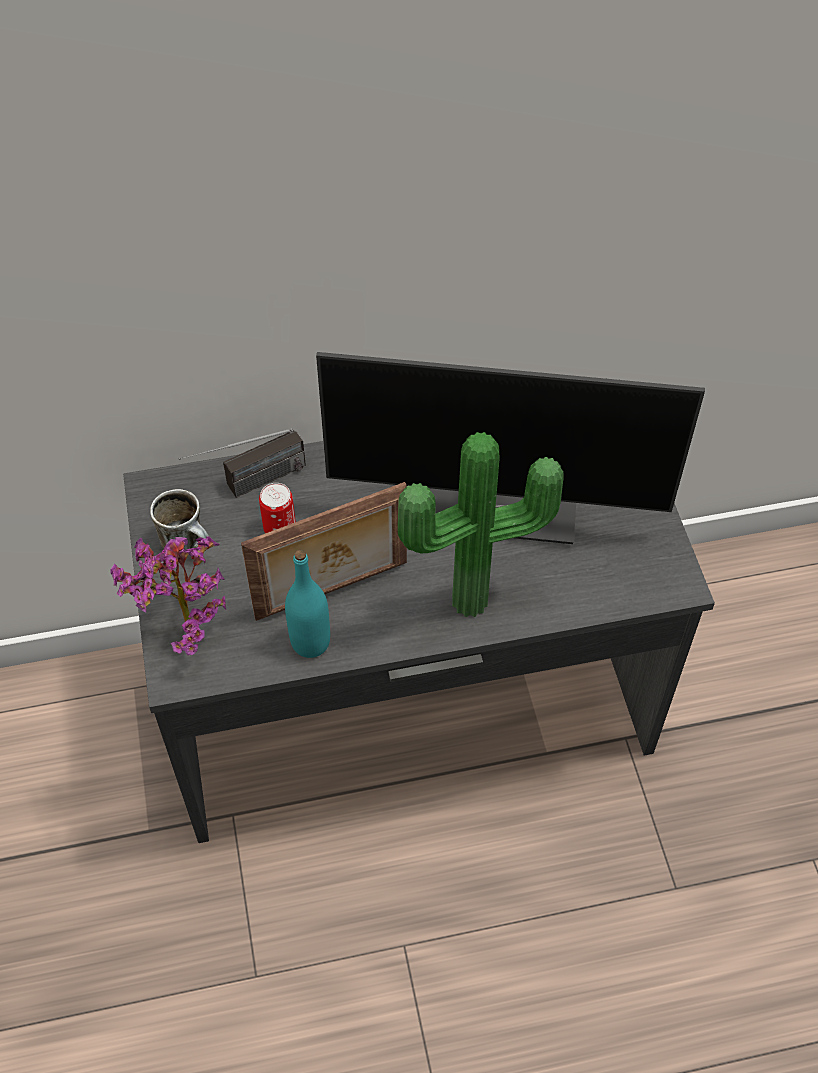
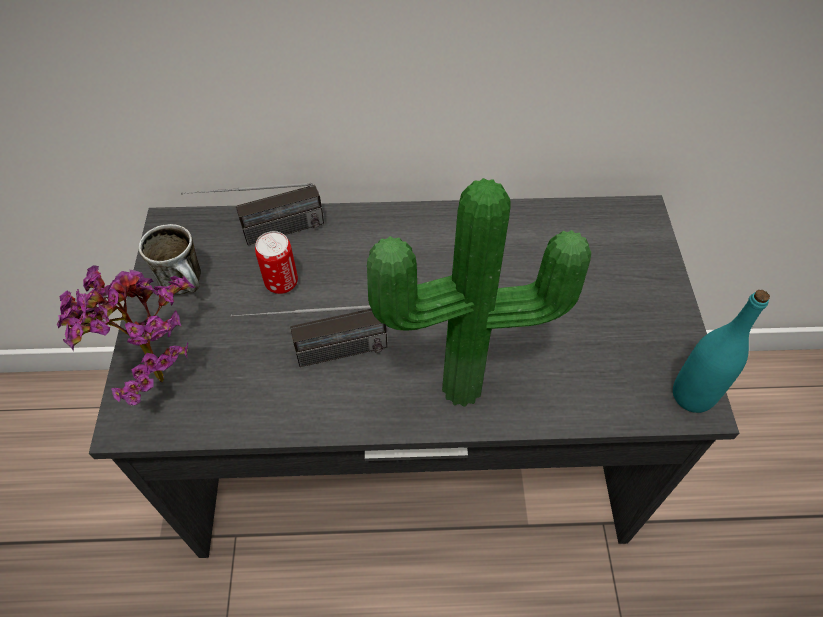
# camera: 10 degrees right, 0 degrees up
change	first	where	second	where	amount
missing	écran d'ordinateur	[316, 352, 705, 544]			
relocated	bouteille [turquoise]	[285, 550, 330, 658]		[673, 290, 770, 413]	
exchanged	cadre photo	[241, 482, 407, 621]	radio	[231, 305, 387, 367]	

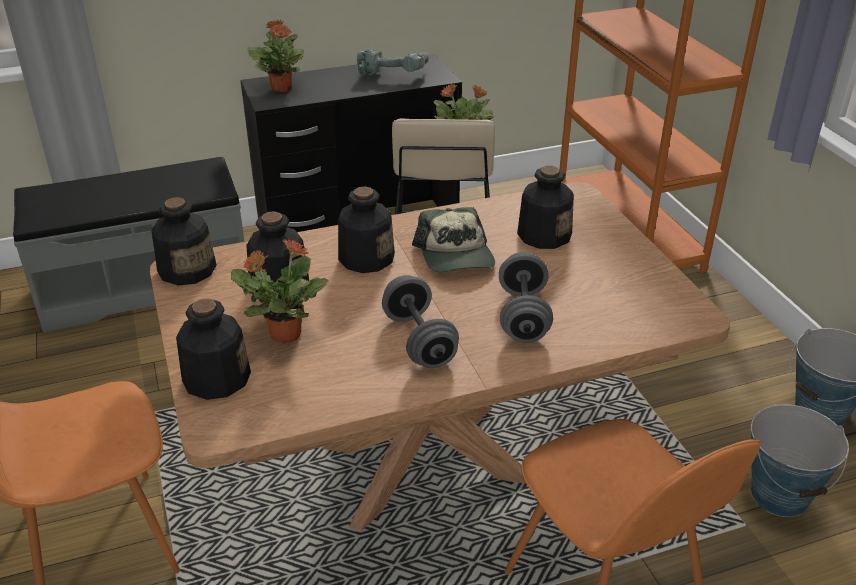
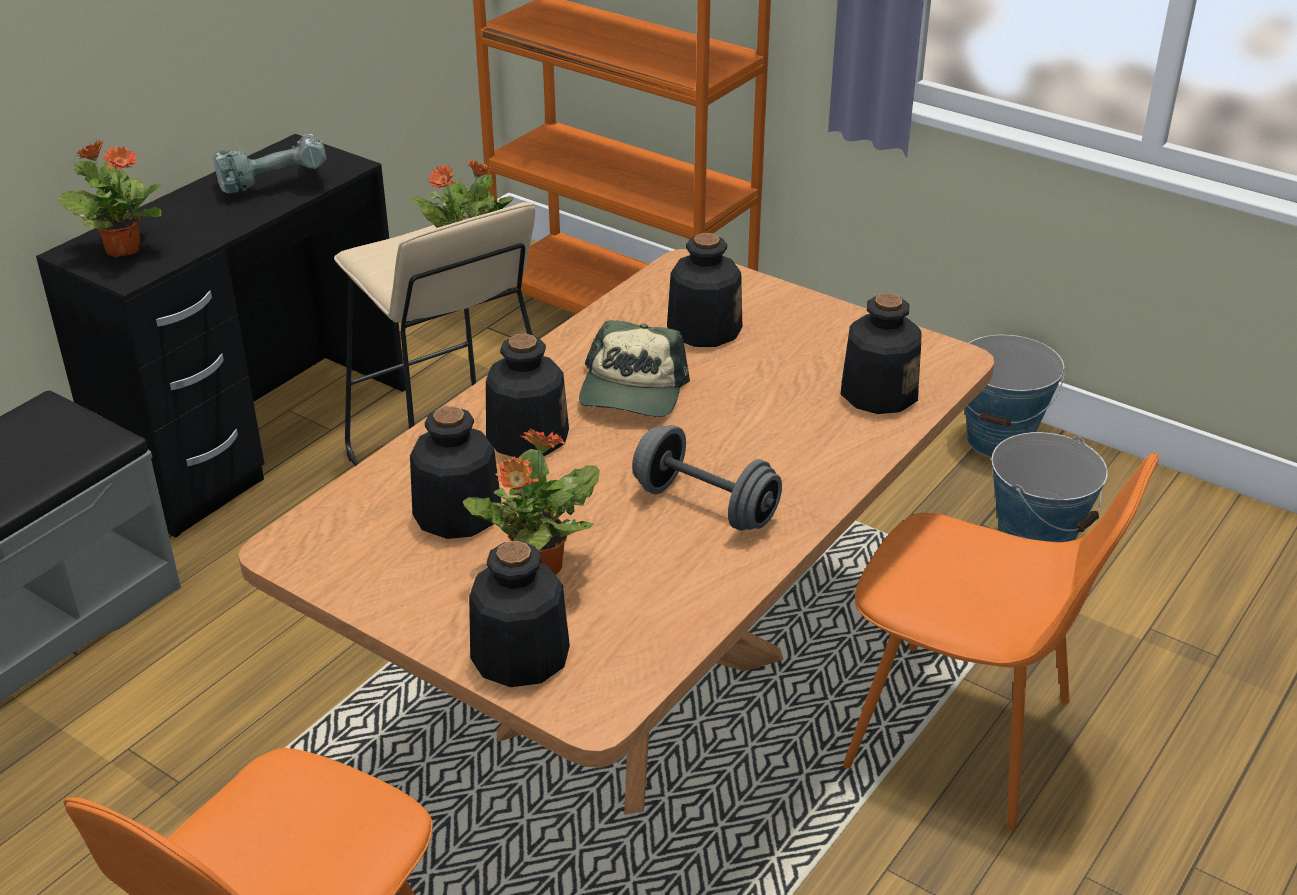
# camera: 35 degrees left, 0 degrees up
change	first	where	second	where	amount
missing	haltère [gris]	[499, 252, 553, 343]			
relocated	bouteille	[151, 197, 217, 286]		[841, 293, 921, 414]	
spun	casquette	[412, 207, 495, 272]		[579, 320, 690, 417]	60 degrees clockwise

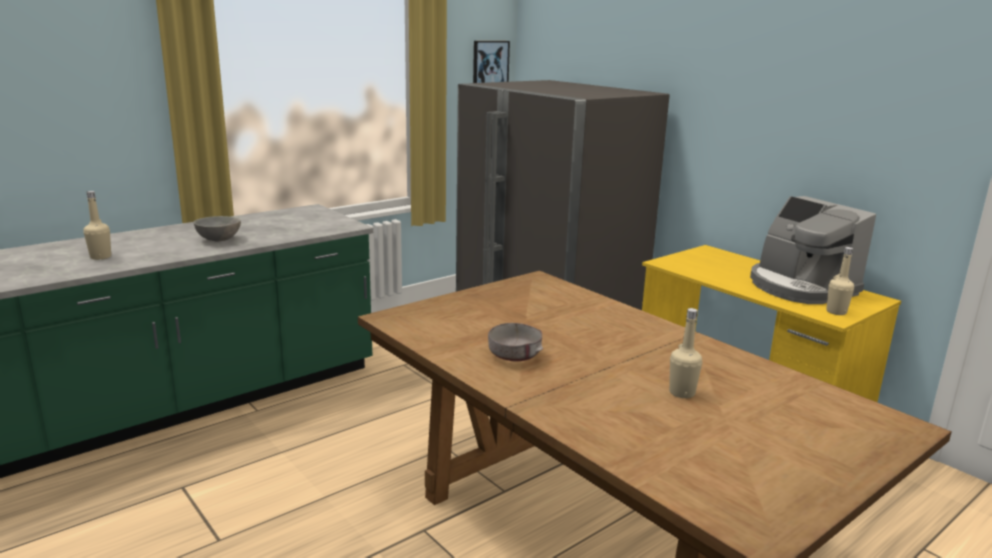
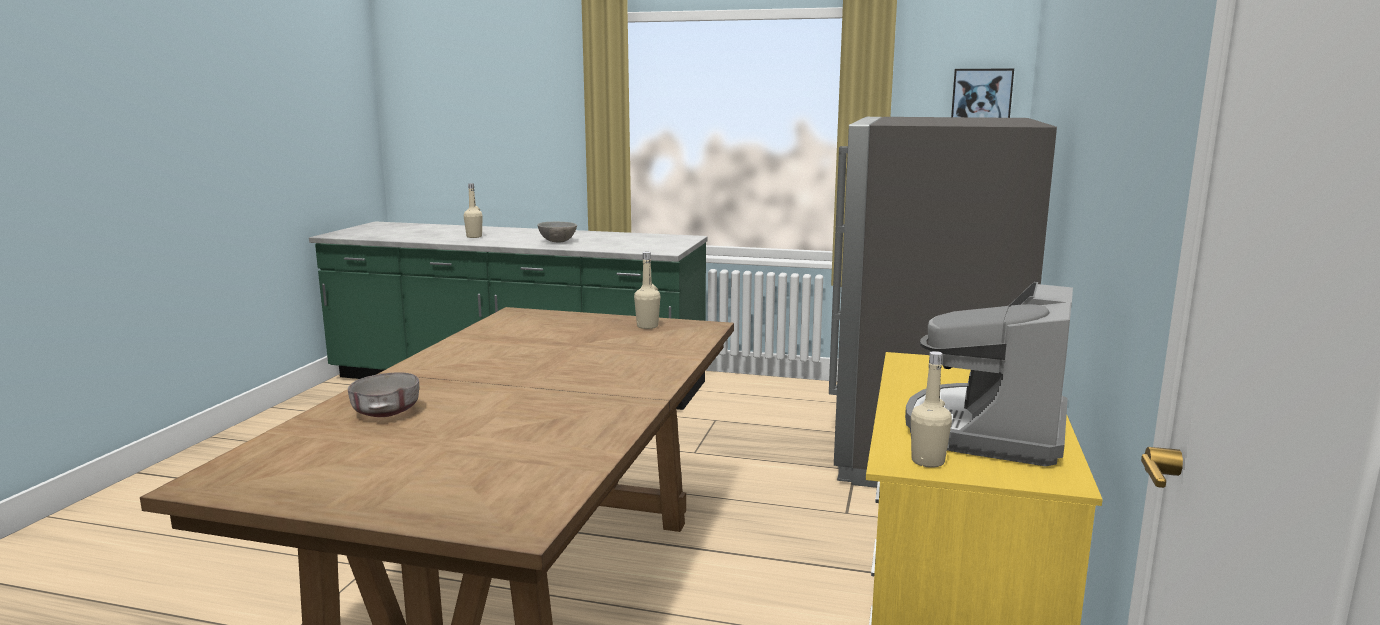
# camera: 55 degrees right, 5 degrees down
change	first	where	second	where	amount
relocated	bol [gris]	[488, 323, 543, 362]		[348, 373, 419, 417]	
relocated	bouteille [beige]	[669, 308, 702, 398]		[634, 252, 660, 329]	

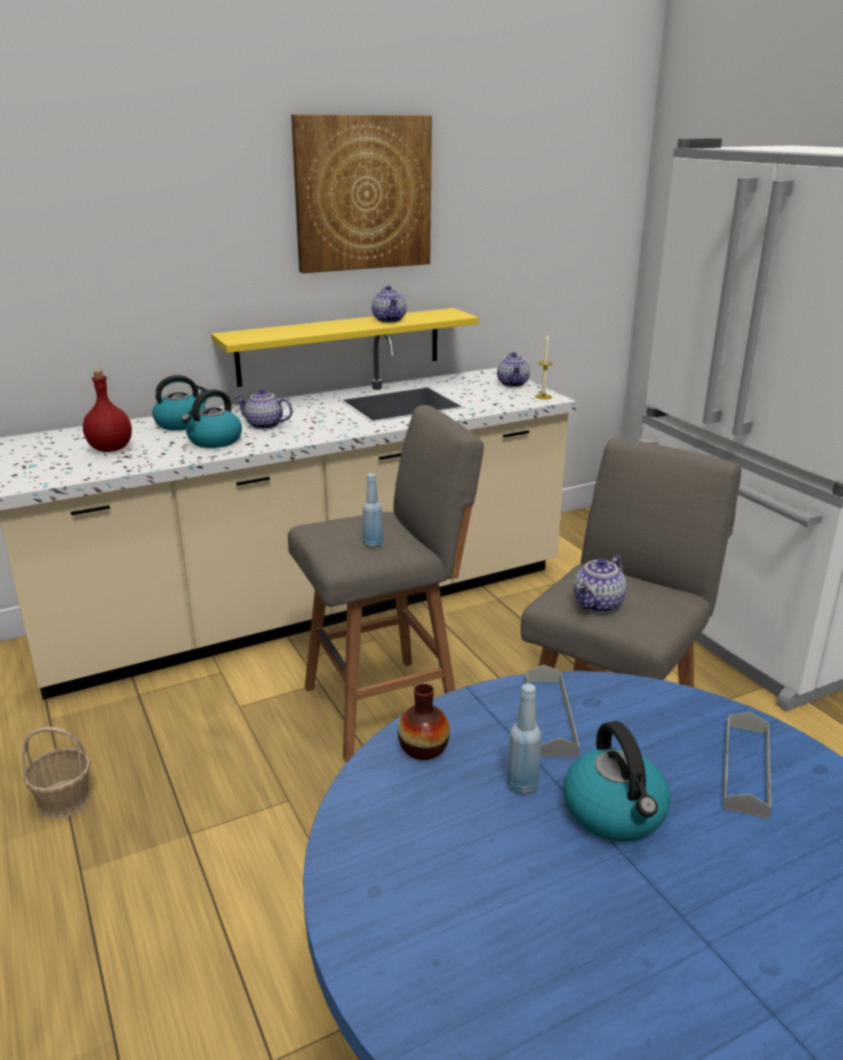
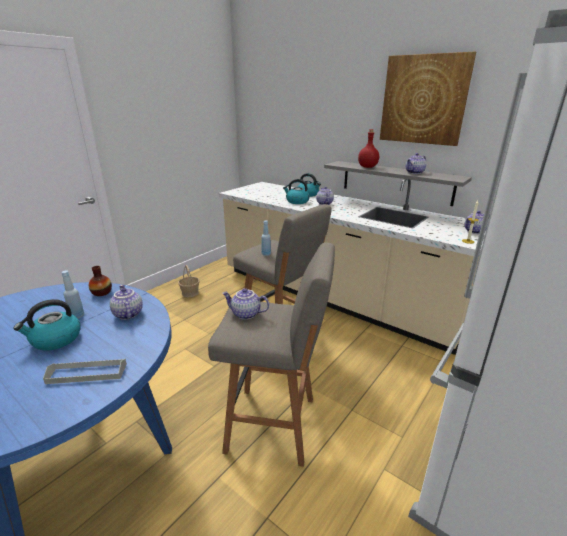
# camera: 65 degrees right, 0 degrees up
change	first	where	second	where	amount
relocated	bouteille [rouge]	[83, 370, 132, 452]		[358, 129, 379, 168]	
exchanged	plateau [gris]	[525, 665, 580, 757]	théière	[110, 285, 143, 320]	
colour	étagère [jaune]	[211, 308, 479, 387]	étagère [gris]	[324, 161, 472, 206]	

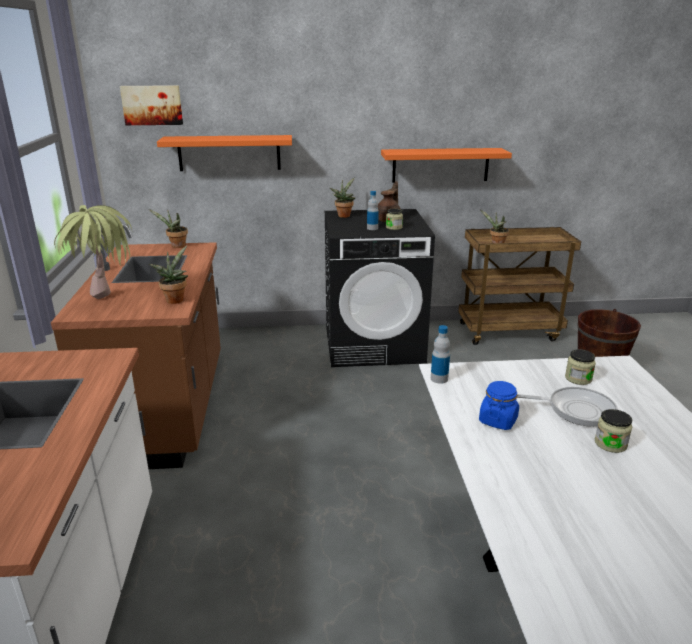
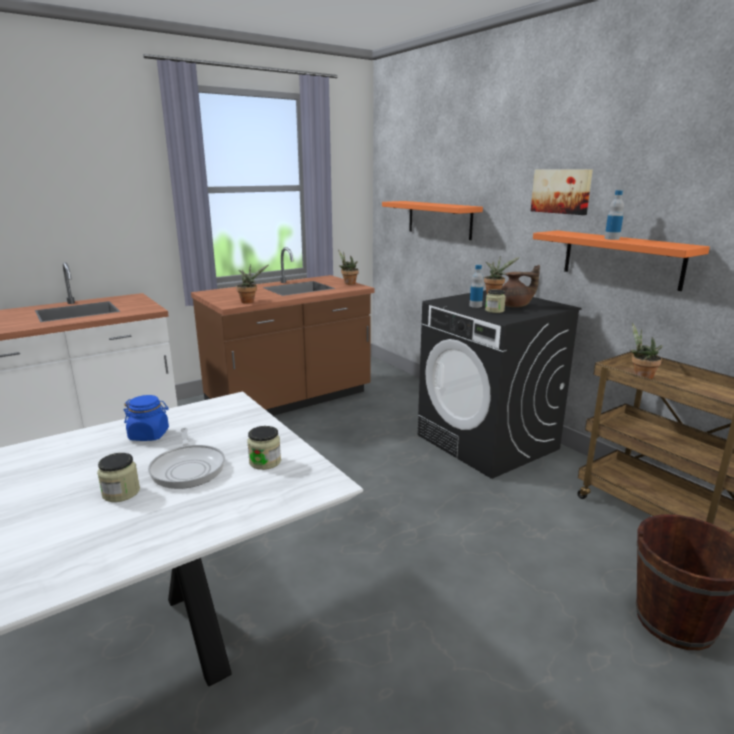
# camera: 60 degrees right, 5 degrees down
change	first	where	second	where	amount
missing	plante en pot	[54, 205, 132, 299]			
relocated	tableau	[120, 85, 183, 125]		[531, 169, 593, 215]	
relocated	bouteille	[431, 325, 450, 384]		[604, 190, 624, 240]	

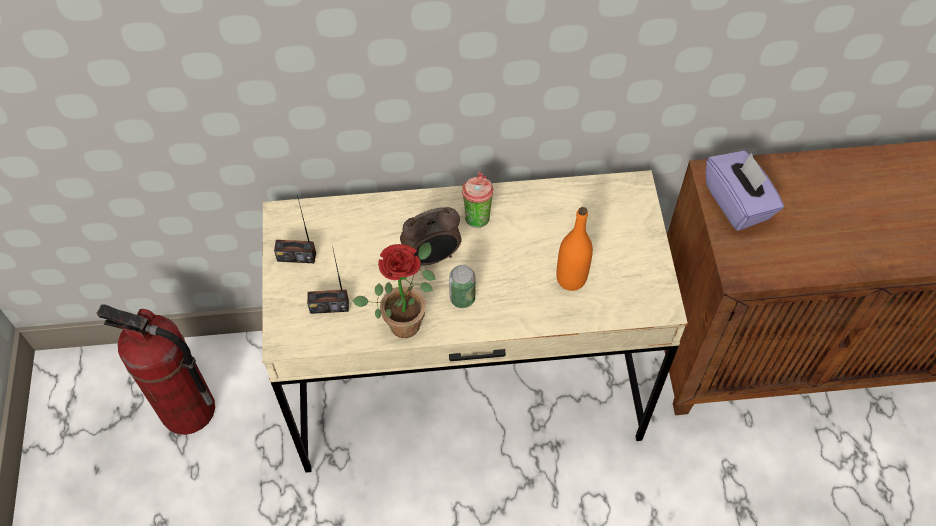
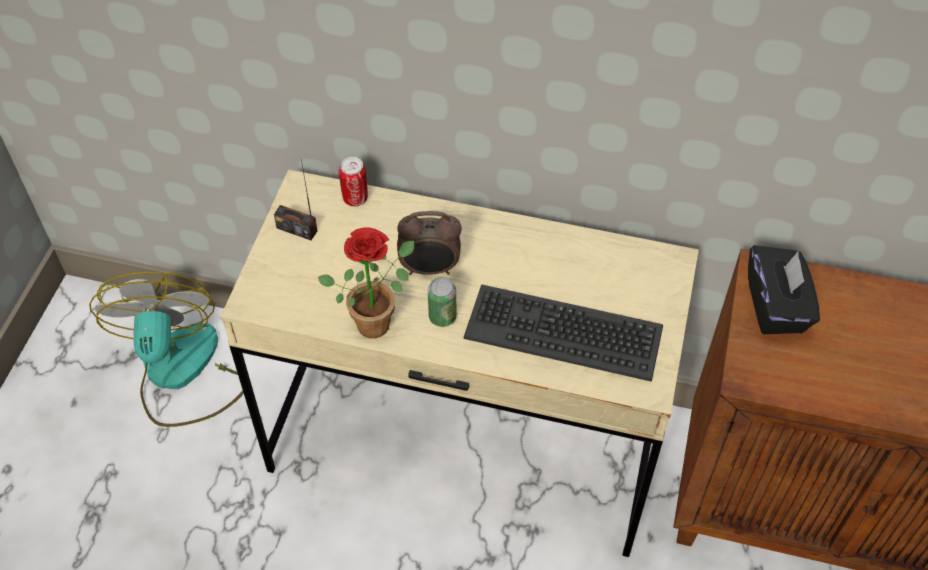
# camera: 20 degrees right, 5 degrees down
change	first	where	second	where	amount
missing	radio	[307, 246, 349, 314]			
missing	tasse	[462, 172, 494, 228]			
appeared			boîte métallique	[339, 157, 368, 206]	
exchanged	extincteur	[97, 304, 215, 435]	ventilateur	[89, 272, 244, 427]	
exchanged	bouteille [orange]	[556, 207, 593, 291]	clavier	[463, 285, 663, 381]	
colour	boîte à mouchoirs [violet]	[706, 151, 784, 231]	boîte à mouchoirs [noir]	[748, 245, 820, 334]	

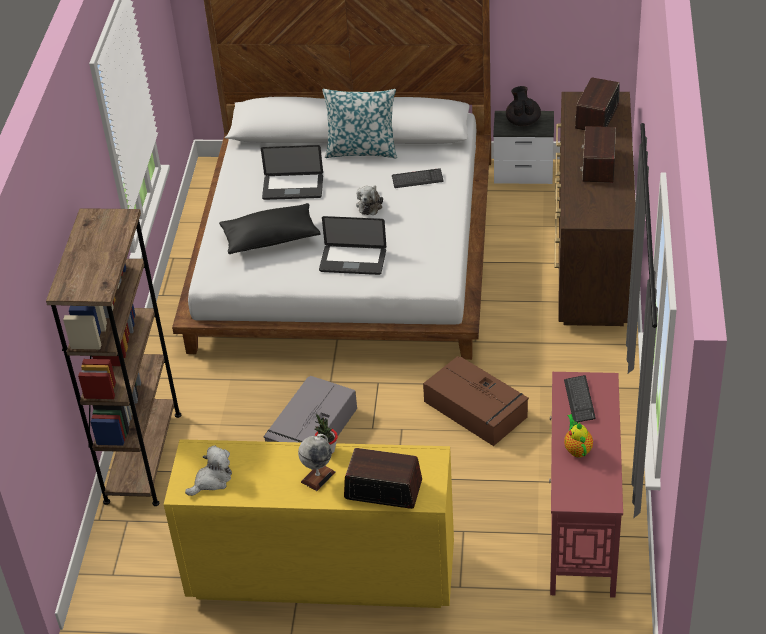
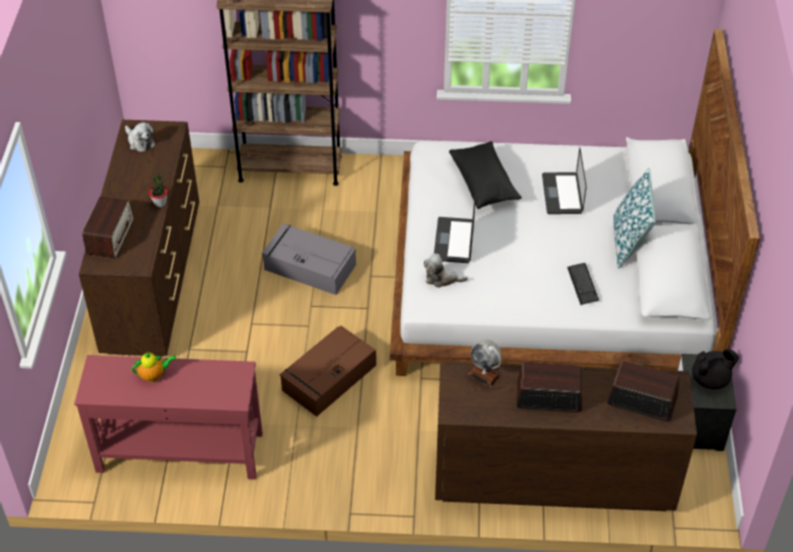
# camera: 85 degrees right, 5 degrees up
change	first	where	second	where	amount
missing	clavier	[564, 375, 596, 422]			
relocated	globe	[298, 434, 336, 491]		[468, 339, 502, 387]	
relocated	peluche	[356, 185, 383, 215]		[424, 253, 468, 288]	
colour	commode [jaune]	[164, 439, 454, 608]	commode [marron]	[79, 120, 199, 357]	

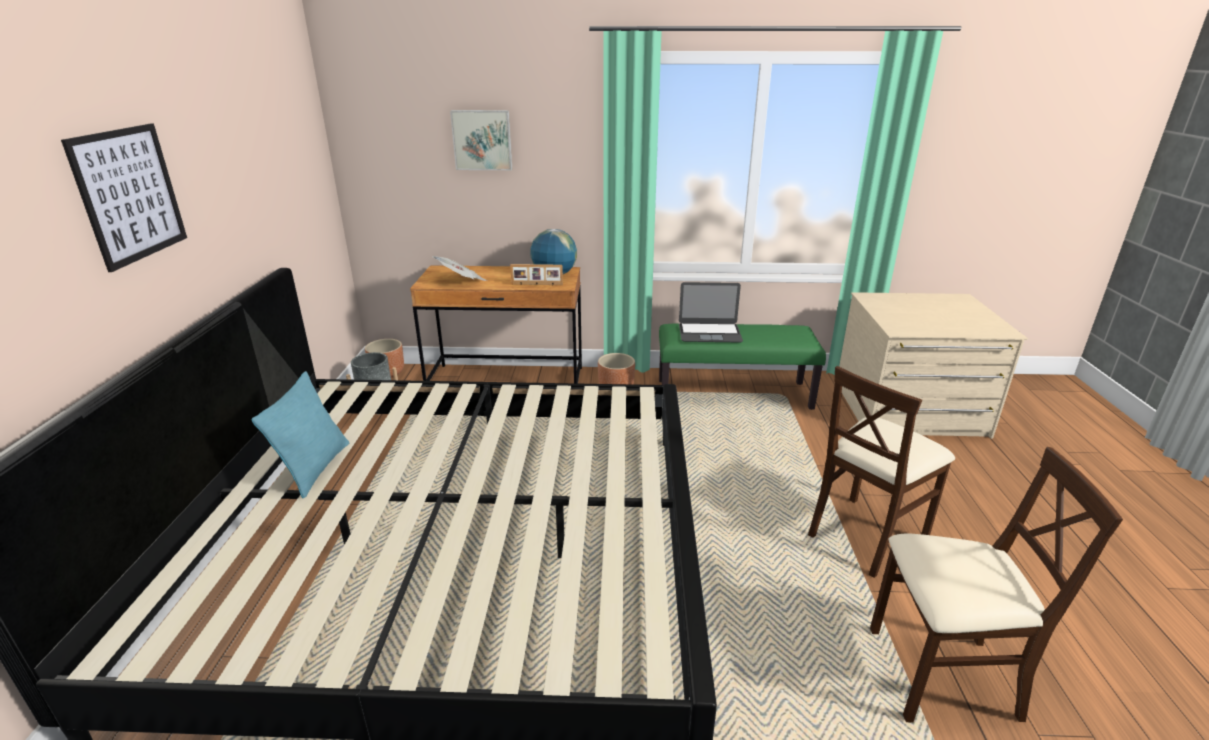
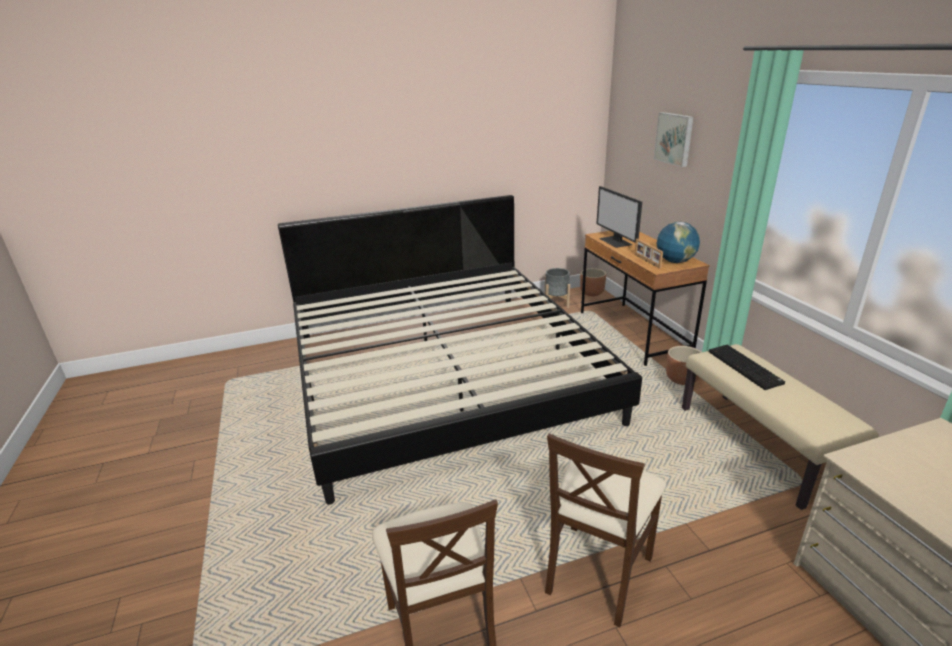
# camera: 70 degrees right, 0 degrees up
change	first	where	second	where	amount
missing	tableau	[61, 124, 187, 272]			
missing	coussin [turquoise]	[251, 371, 349, 498]			
exchanged	journal	[431, 256, 487, 281]	écran d'ordinateur	[597, 186, 642, 248]	
exchanged	ordinateur portable	[679, 282, 743, 343]	clavier	[709, 345, 785, 390]	
colour	banc [vert]	[659, 323, 826, 410]	banc [beige]	[682, 344, 879, 510]	
spun	chaise [beige]	[808, 366, 955, 578]		[545, 433, 666, 627]	90 degrees counterclockwise

